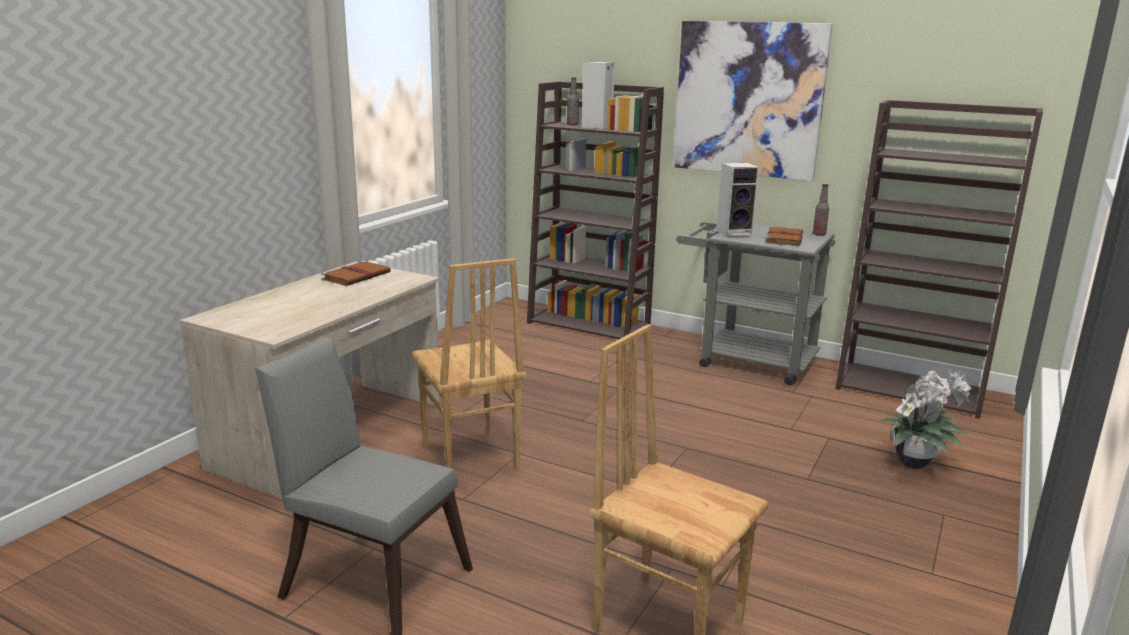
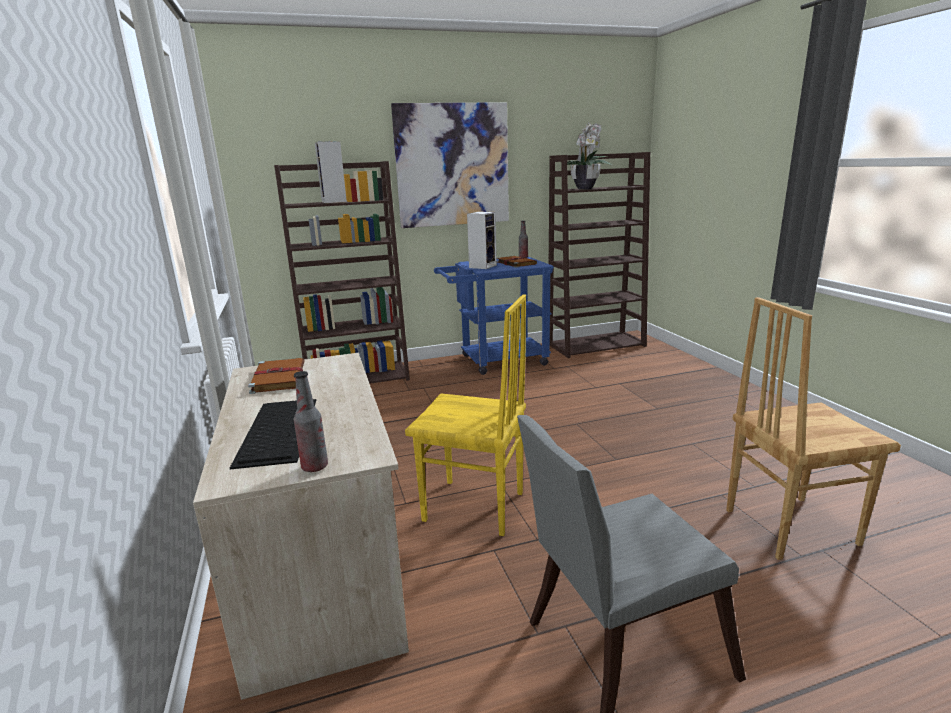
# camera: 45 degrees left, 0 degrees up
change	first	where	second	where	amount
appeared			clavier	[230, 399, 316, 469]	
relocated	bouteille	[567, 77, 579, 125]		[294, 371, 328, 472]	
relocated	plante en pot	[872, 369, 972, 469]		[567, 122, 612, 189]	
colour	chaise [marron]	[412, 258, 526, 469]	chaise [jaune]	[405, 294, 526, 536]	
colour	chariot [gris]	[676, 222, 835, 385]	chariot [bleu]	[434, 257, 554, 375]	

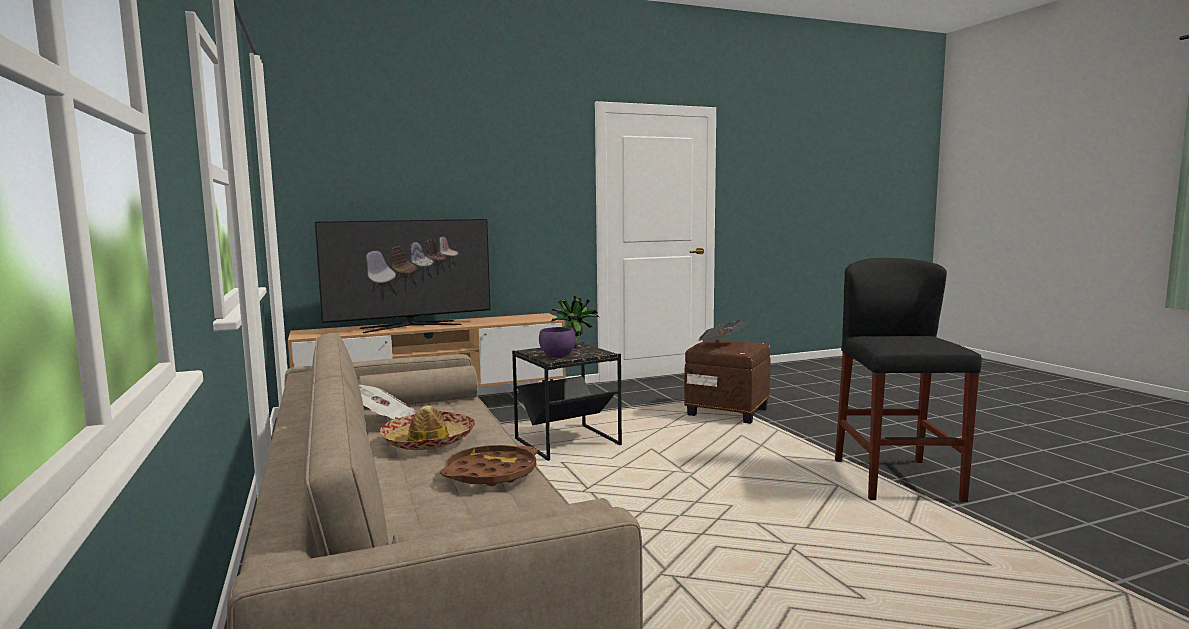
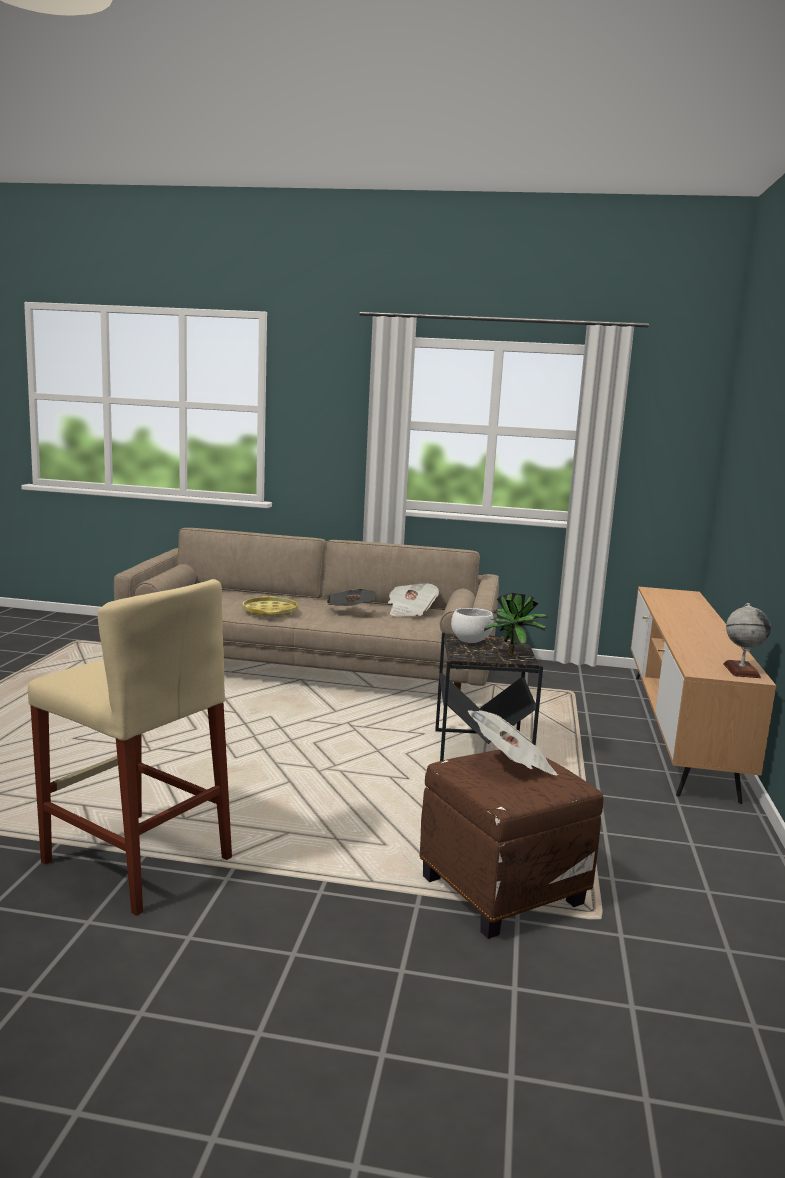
# camera: 120 degrees right, 5 degrees up
change	first	where	second	where	amount
missing	téléviseur	[315, 219, 491, 333]			
appeared			globe	[723, 603, 771, 678]	
exchanged	chapeau	[380, 406, 475, 450]	journal	[327, 589, 377, 606]	
colour	plateau [marron]	[440, 445, 538, 486]	plateau [jaune]	[243, 596, 298, 617]	
colour	bol [violet]	[539, 327, 576, 357]	bol [blanc]	[451, 608, 494, 643]	
colour	tabouret [noir]	[835, 258, 982, 502]	tabouret [beige]	[28, 579, 232, 916]	

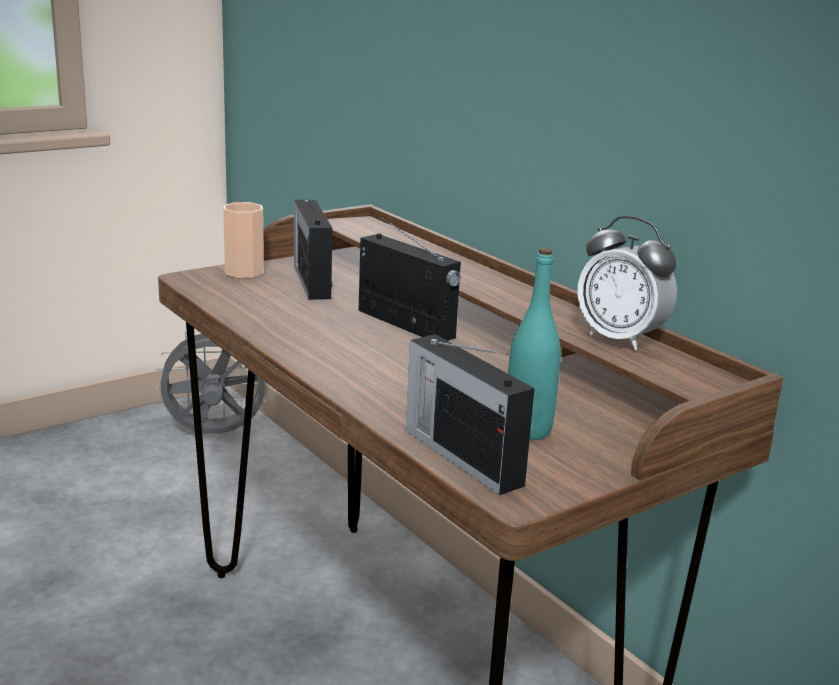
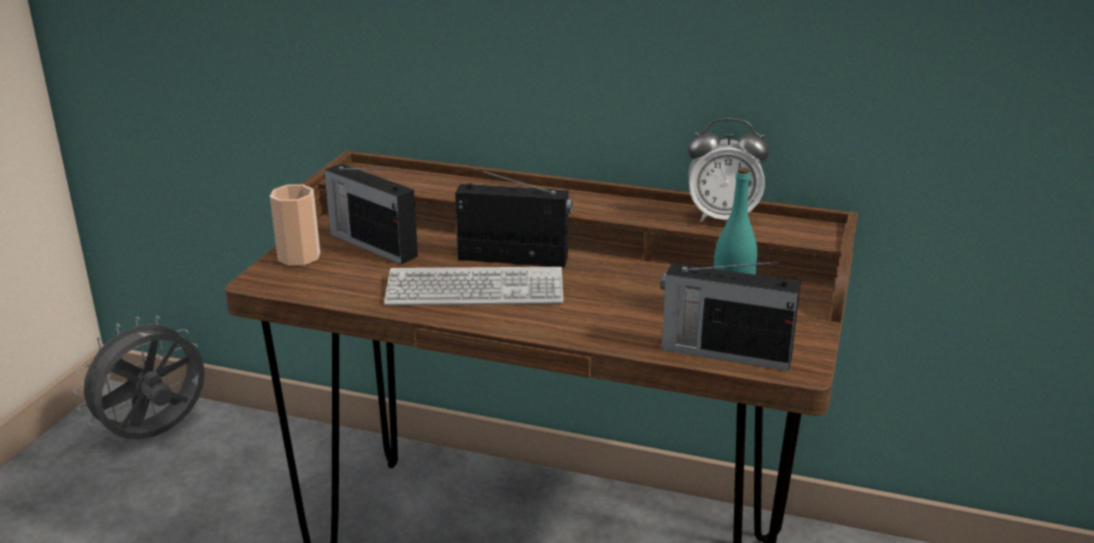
# camera: 35 degrees left, 5 degrees up
change	first	where	second	where	amount
appeared			clavier	[384, 267, 564, 306]	

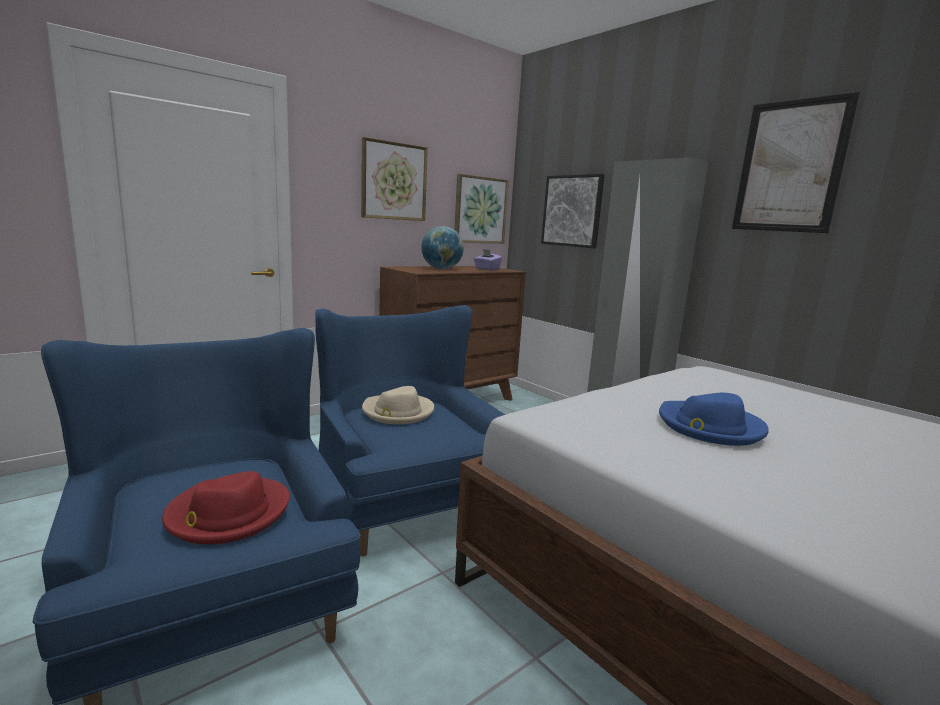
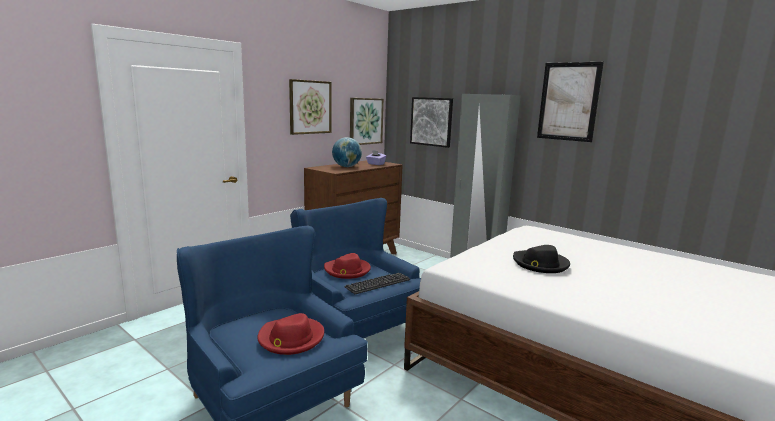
# camera: 10 degrees left, 0 degrees up
change	first	where	second	where	amount
appeared			clavier	[345, 273, 410, 294]	
colour	chapeau [beige]	[362, 386, 434, 424]	chapeau [rouge]	[324, 253, 371, 279]	
colour	chapeau [bleu]	[659, 393, 769, 446]	chapeau [noir]	[513, 245, 570, 273]	

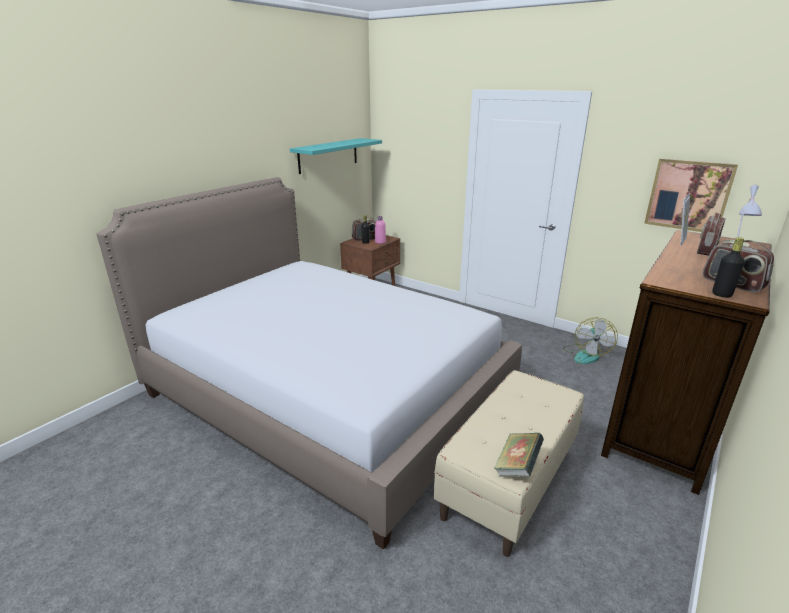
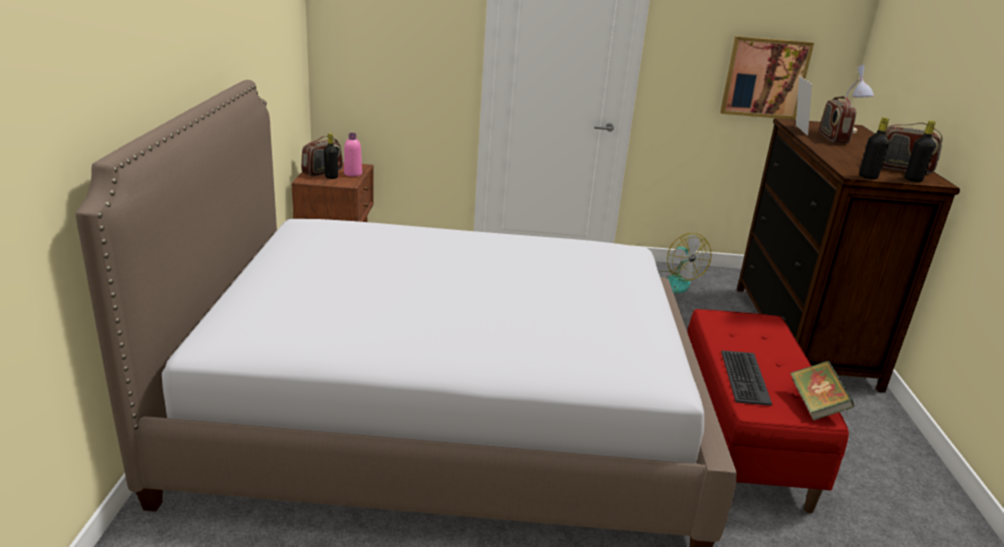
# camera: 35 degrees left, 0 degrees up
change	first	where	second	where	amount
missing	étagère [turquoise]	[290, 138, 382, 174]			
appeared			clavier	[721, 350, 772, 406]	
appeared			bouteille [noir]	[859, 117, 889, 179]	
colour	banc [beige]	[434, 370, 584, 557]	banc [rouge]	[687, 309, 849, 513]	

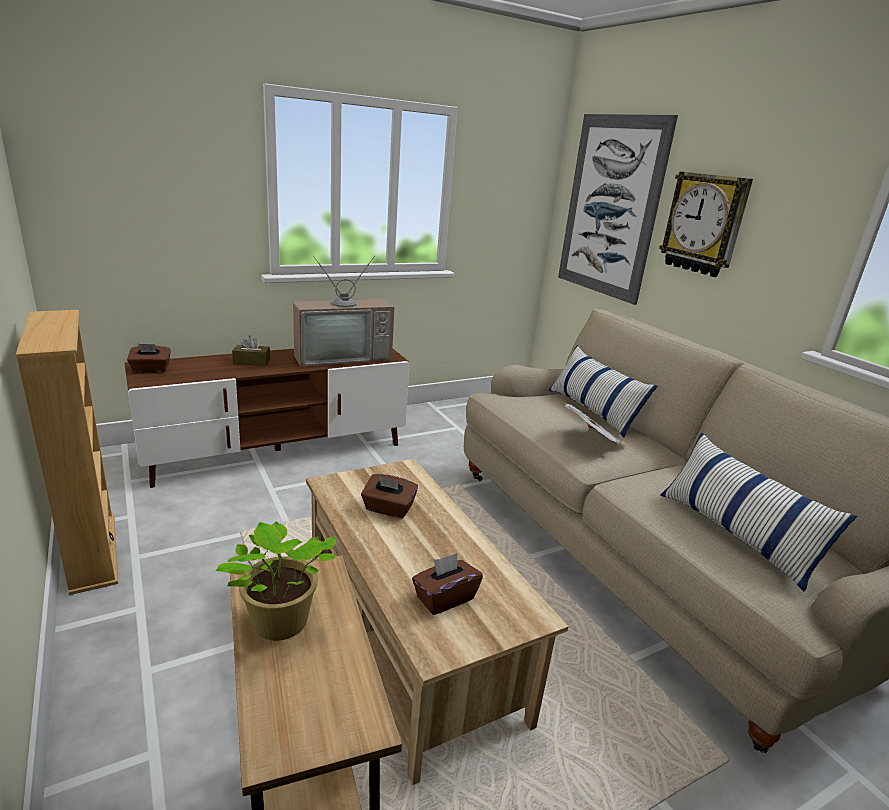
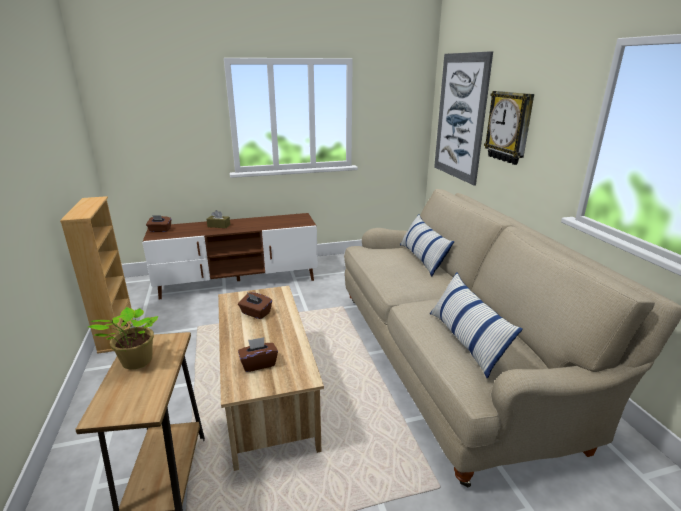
# camera: 15 degrees right, 0 degrees up
change	first	where	second	where	amount
missing	téléviseur	[293, 255, 394, 367]			
missing	journal	[563, 403, 628, 445]			

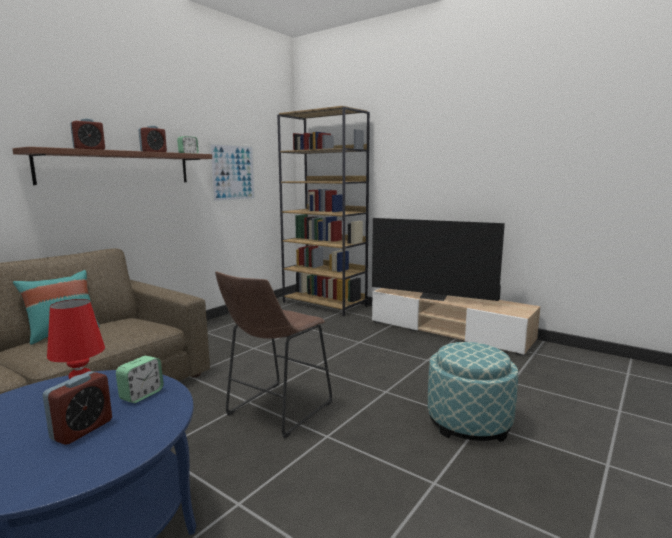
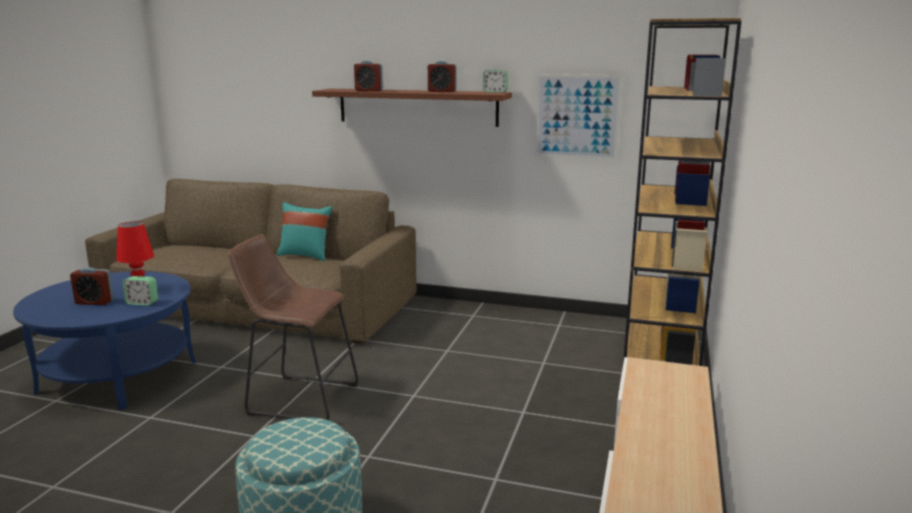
# camera: 70 degrees right, 5 degrees up
change	first	where	second	where	amount
missing	téléviseur	[372, 218, 505, 301]			

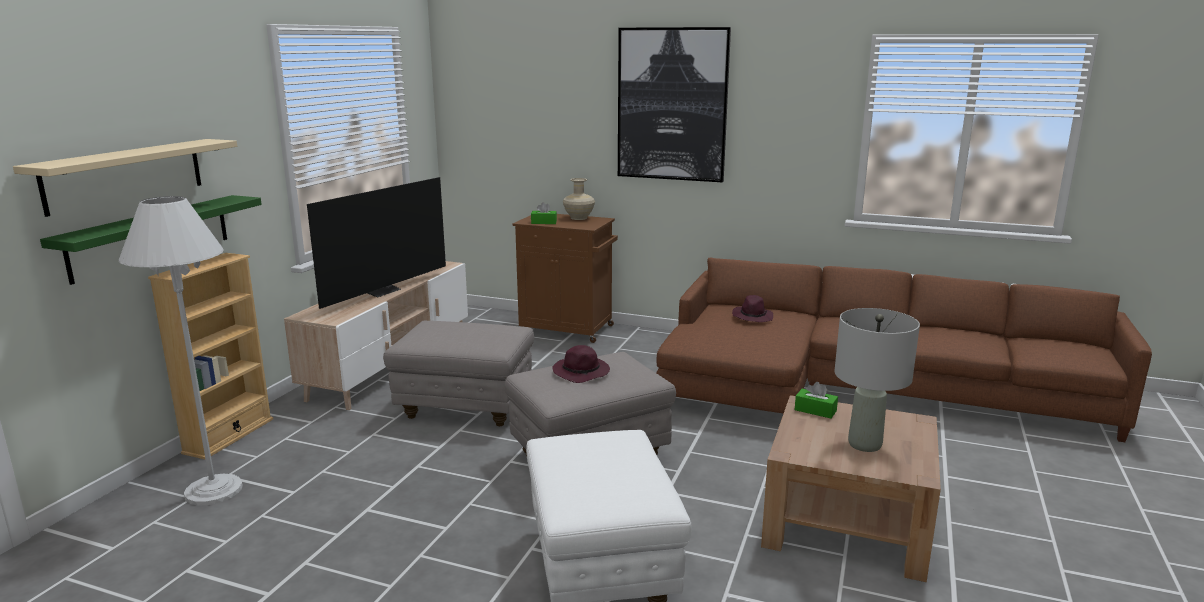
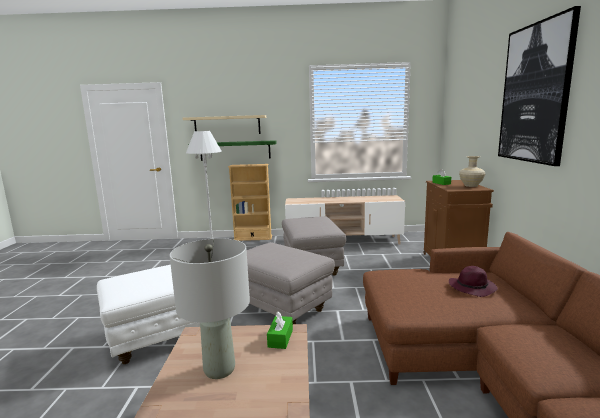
# camera: 70 degrees right, 5 degrees down
change	first	where	second	where	amount
missing	téléviseur	[307, 177, 446, 309]			
missing	chapeau [violet]	[552, 345, 610, 383]			

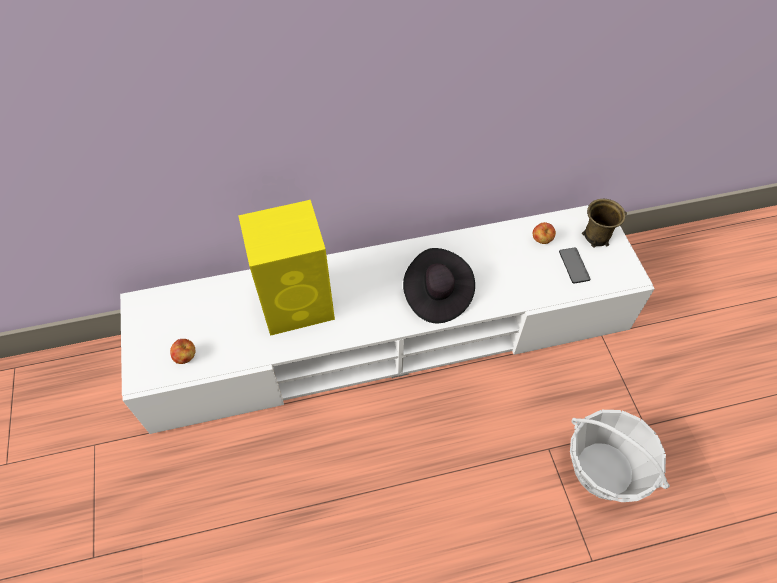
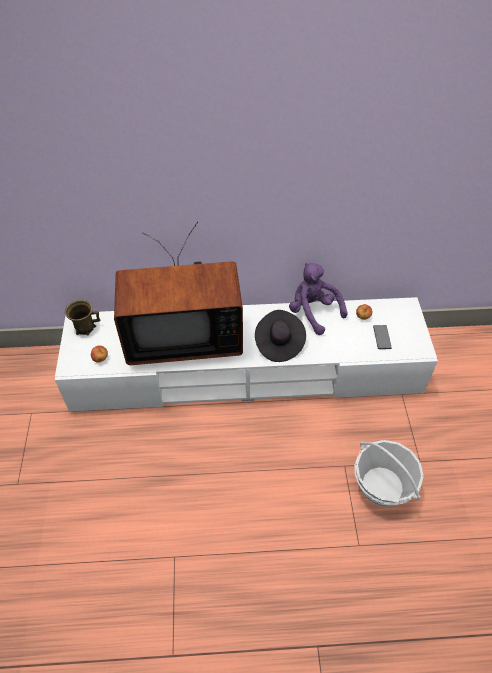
# camera: 10 degrees right, 5 degrees down
change	first	where	second	where	amount
appeared			peluche [violet]	[289, 263, 348, 335]	
relocated	mug [marron]	[582, 199, 627, 248]		[65, 300, 101, 335]	
exchanged	enceinte [jaune]	[238, 200, 335, 336]	téléviseur	[114, 221, 243, 365]	

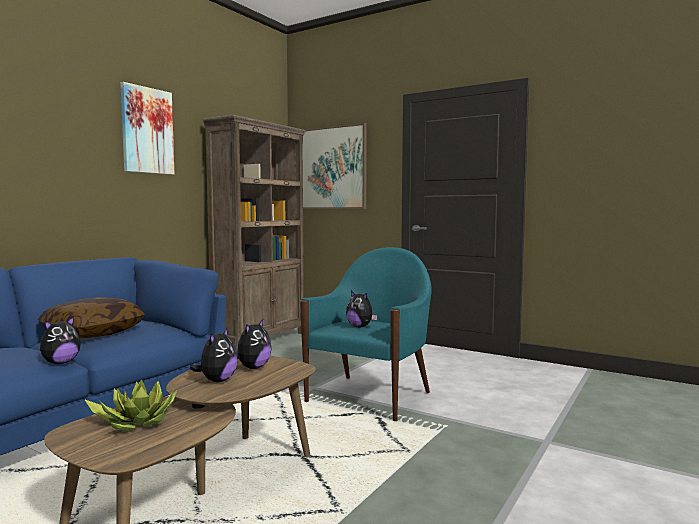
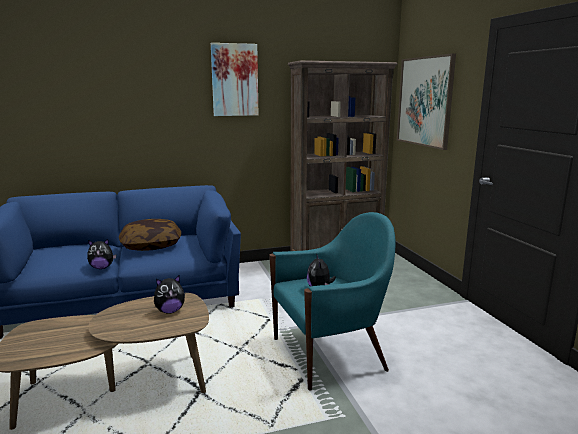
# camera: 40 degrees right, 10 degrees up
change	first	where	second	where	amount
missing	plante en pot	[84, 380, 177, 431]			
missing	peluche	[190, 327, 238, 382]			

